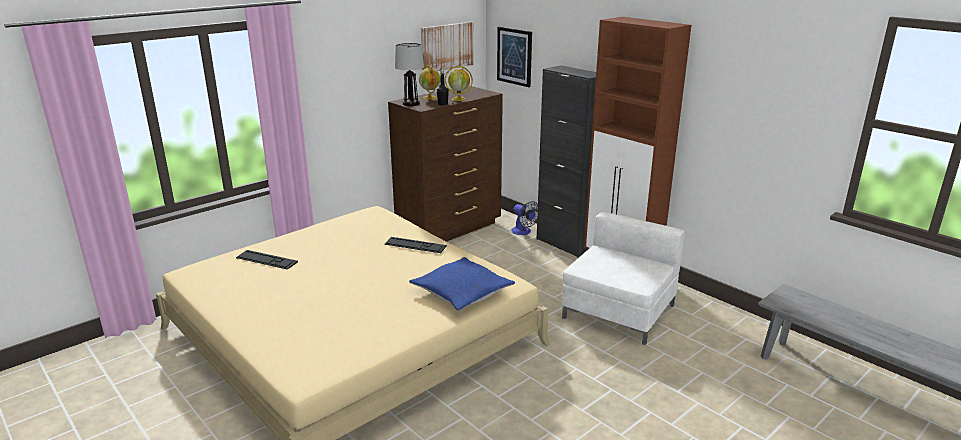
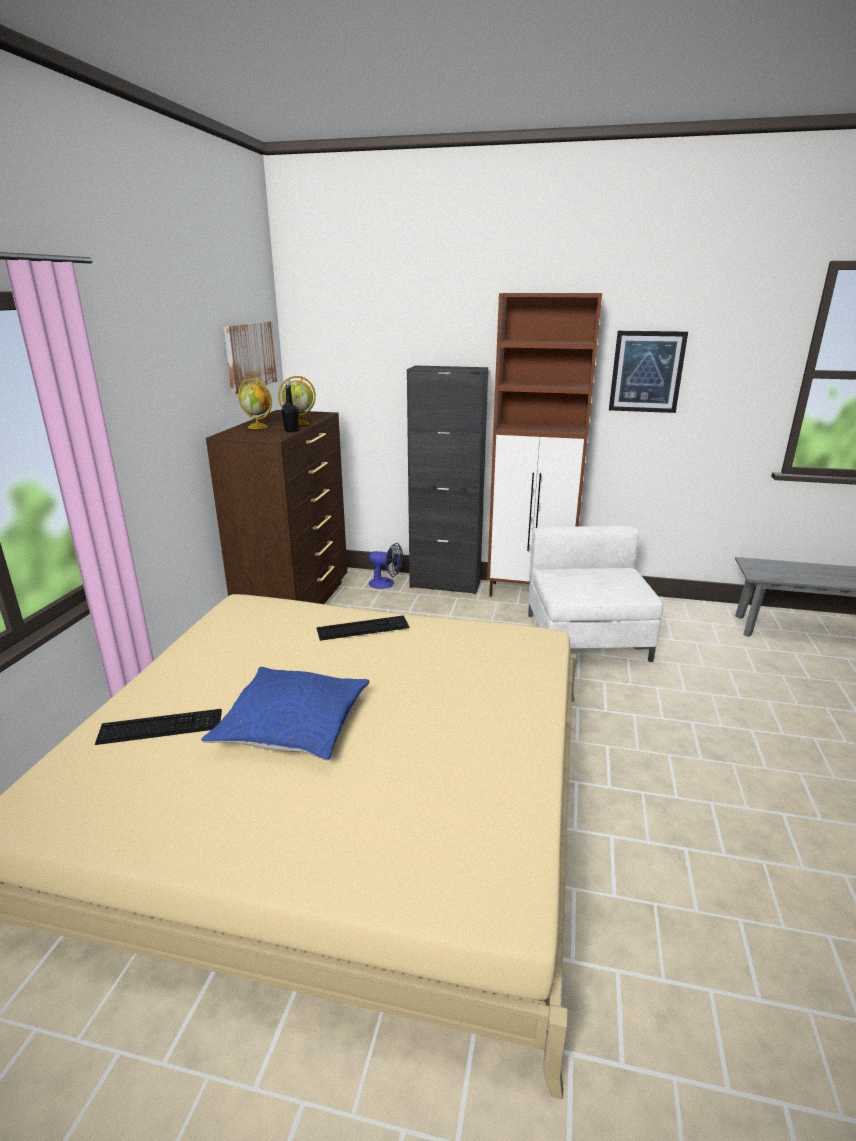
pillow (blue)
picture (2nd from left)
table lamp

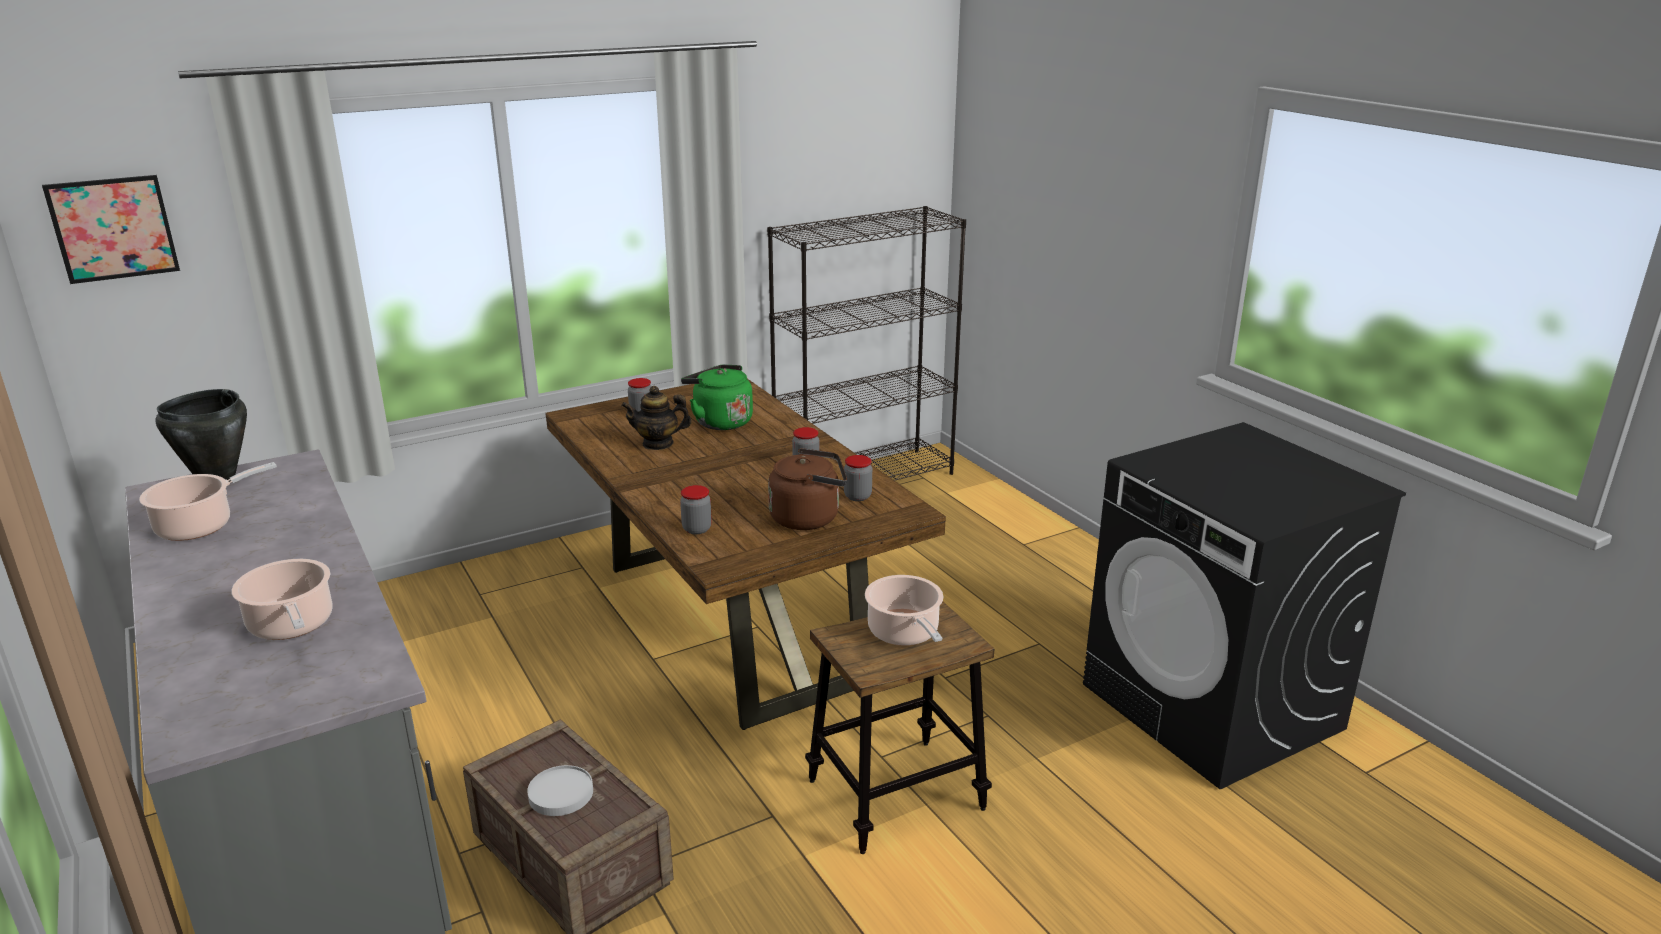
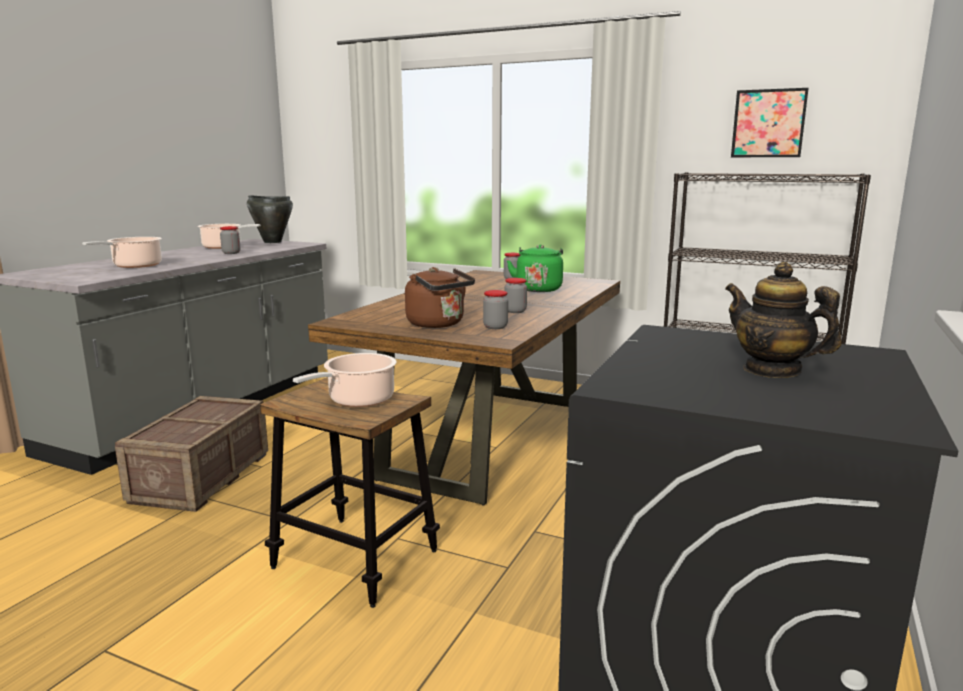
jar (1st from left)
teapot
picture
plate (white)

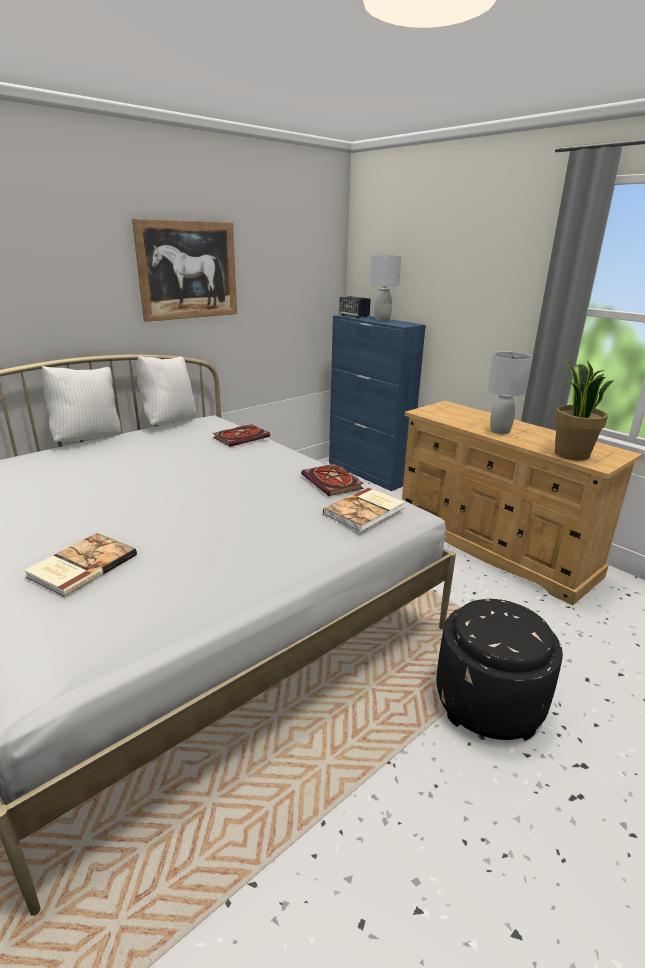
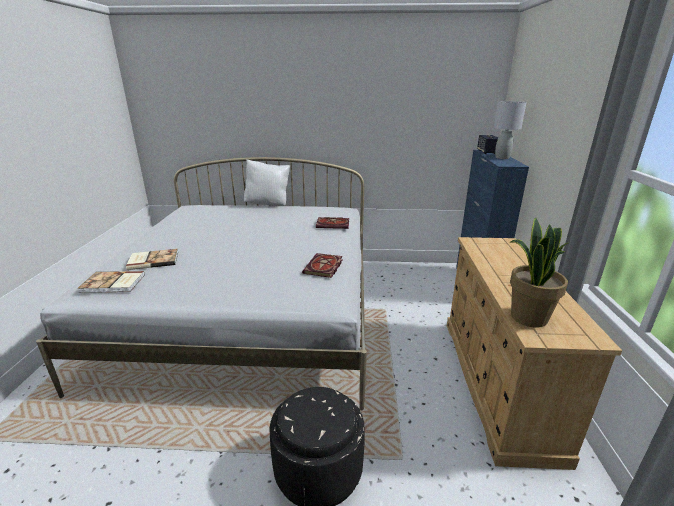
book (1st from left)
picture
pillow (white) (2nd from left in the first image)
table lamp (grey) (2nd from left in the first image)

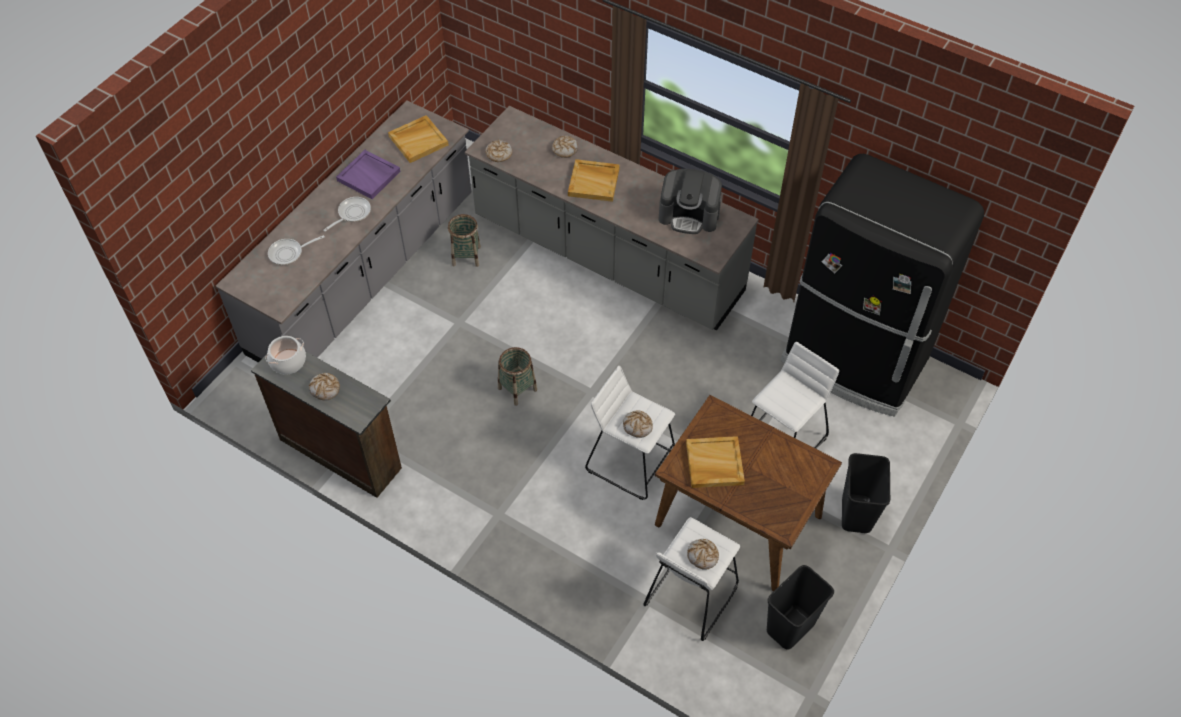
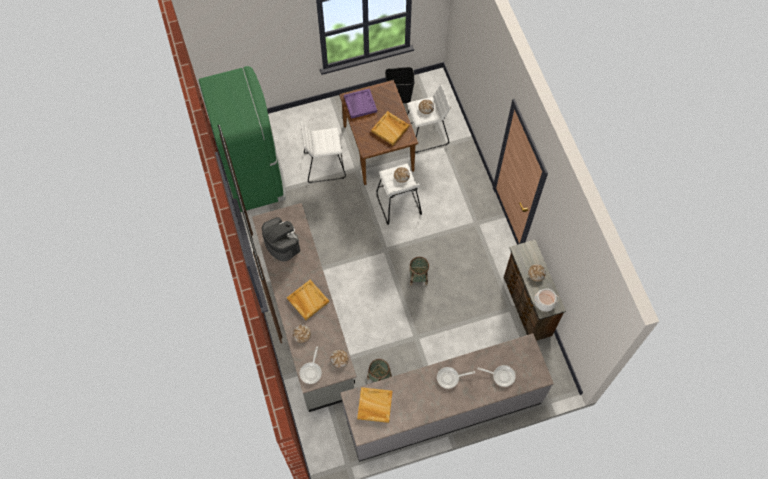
fridge (green)
frying pan (1st from left)
tray (purple)
trash can (black) (2nd from left in the first image)

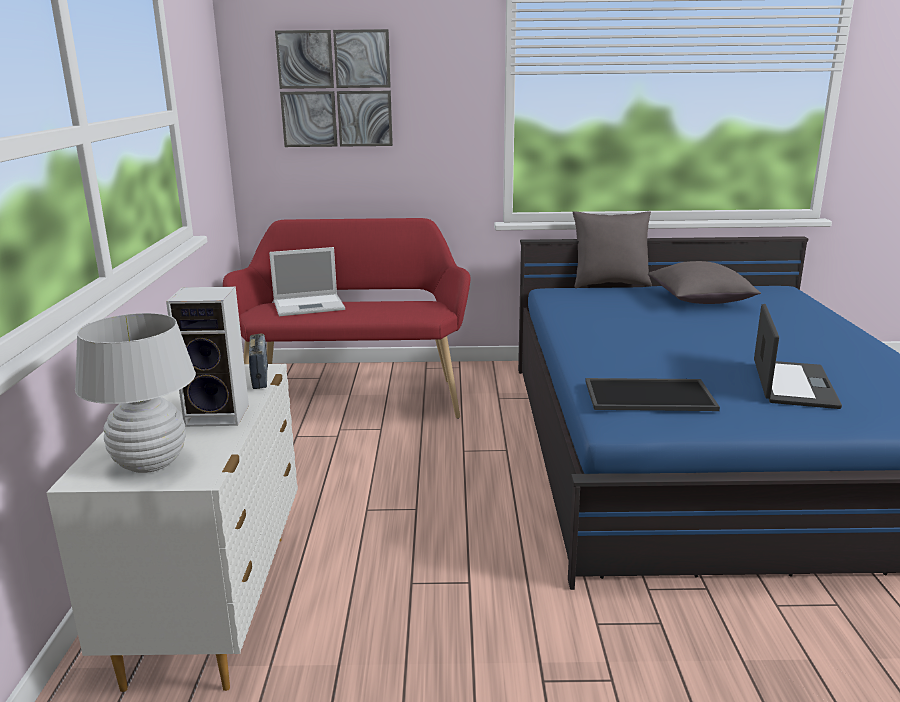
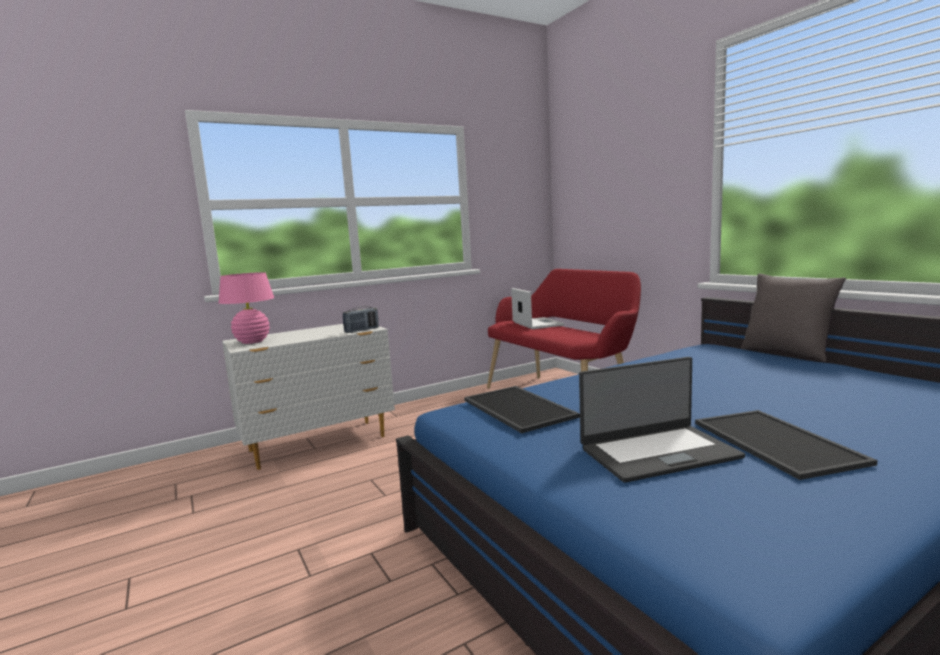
table lamp (pink)
laptop (1st from left)
tray (2nd from left)
speaker
picture
pillow (grey) (2nd from left in the first image)

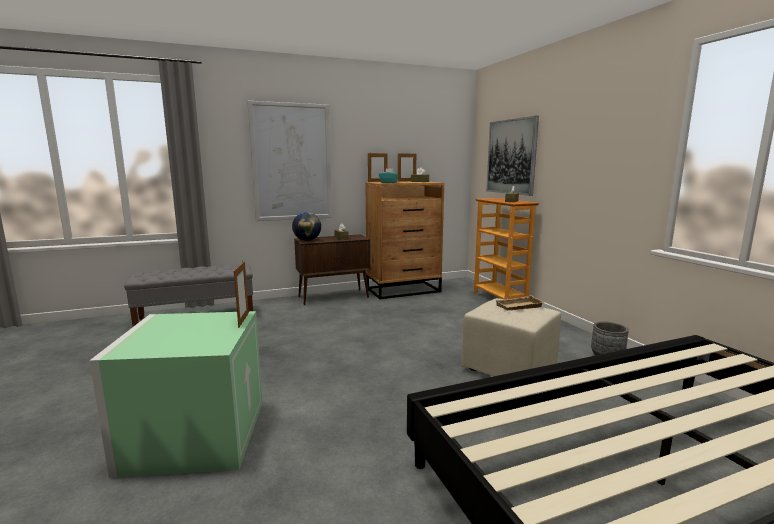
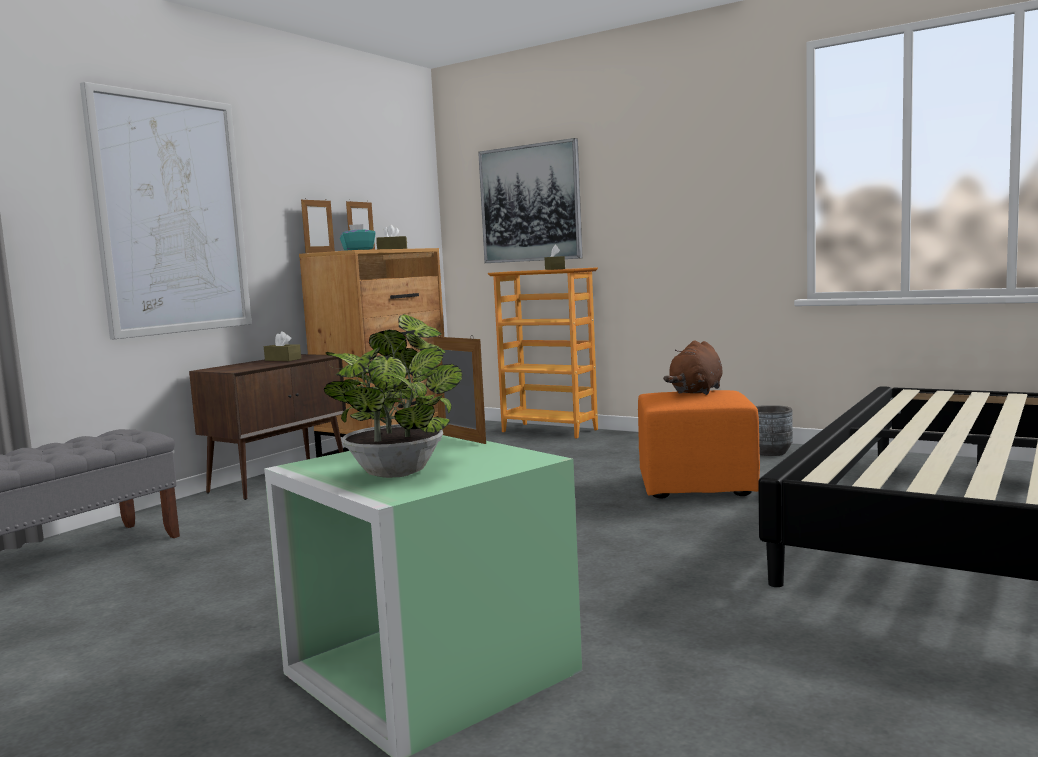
potted plant
ottoman (orange)
plush toy (brown)
globe

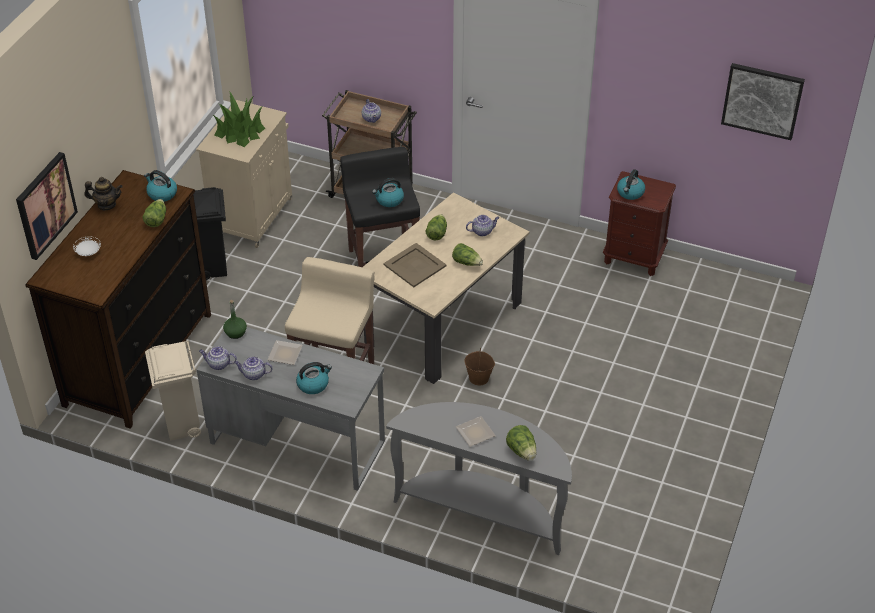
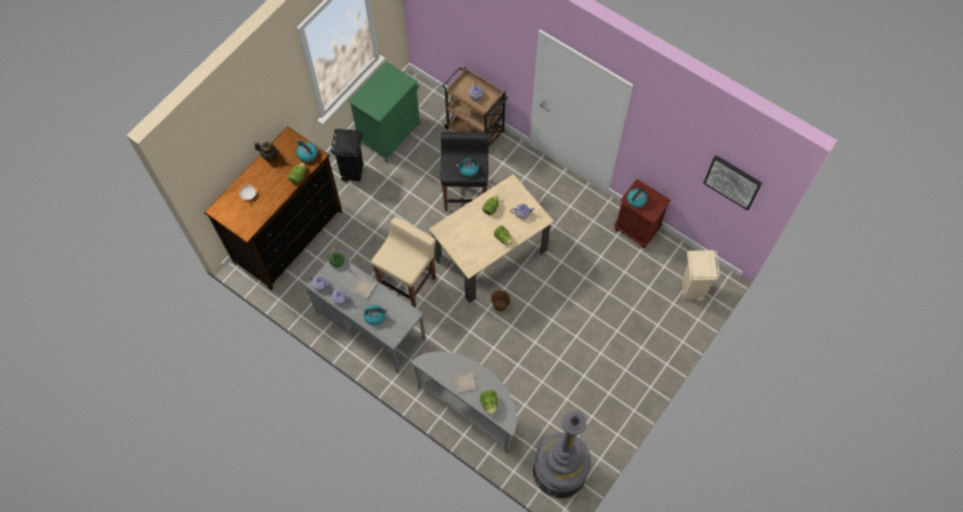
cabinet (green)
floor lamp (grey)
trash can (beige)
picture (1st from left in the first image)
potted plant
tray (beige)

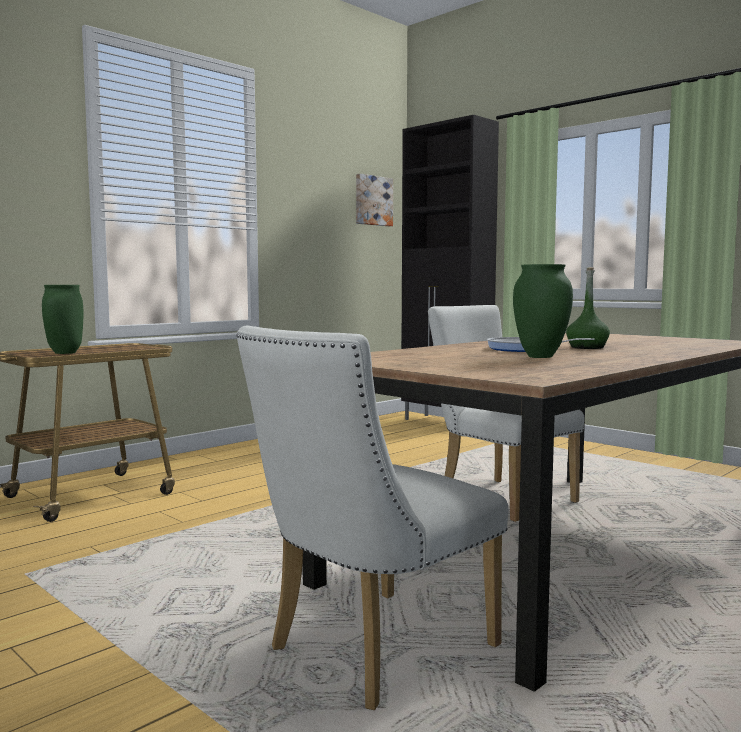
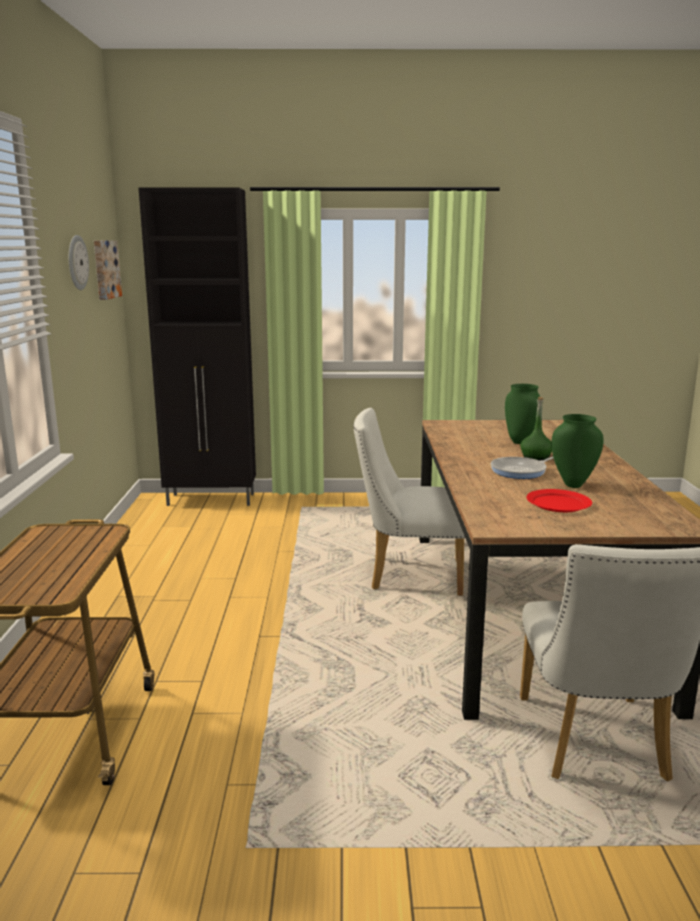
wall clock
vase (green) (1st from left)
plate (red)

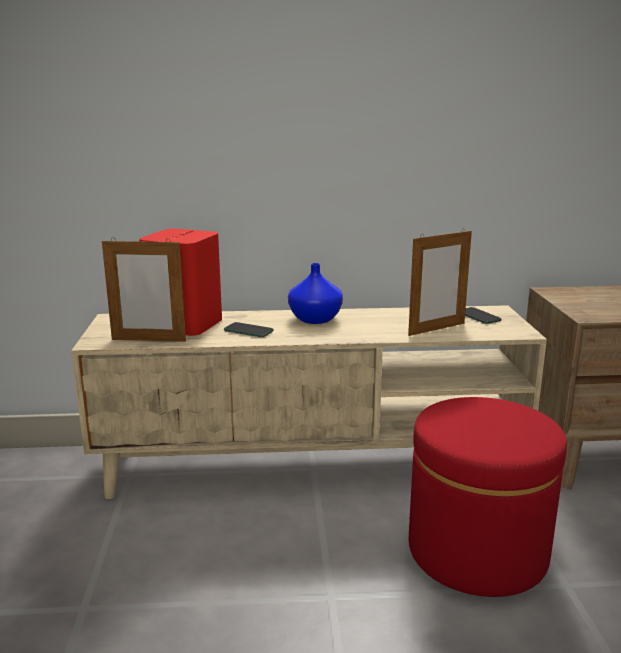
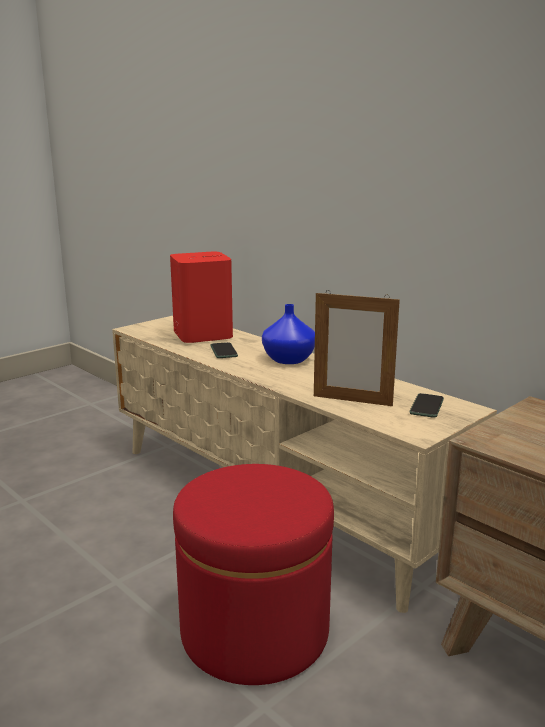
picture frame (1st from left in the first image)

